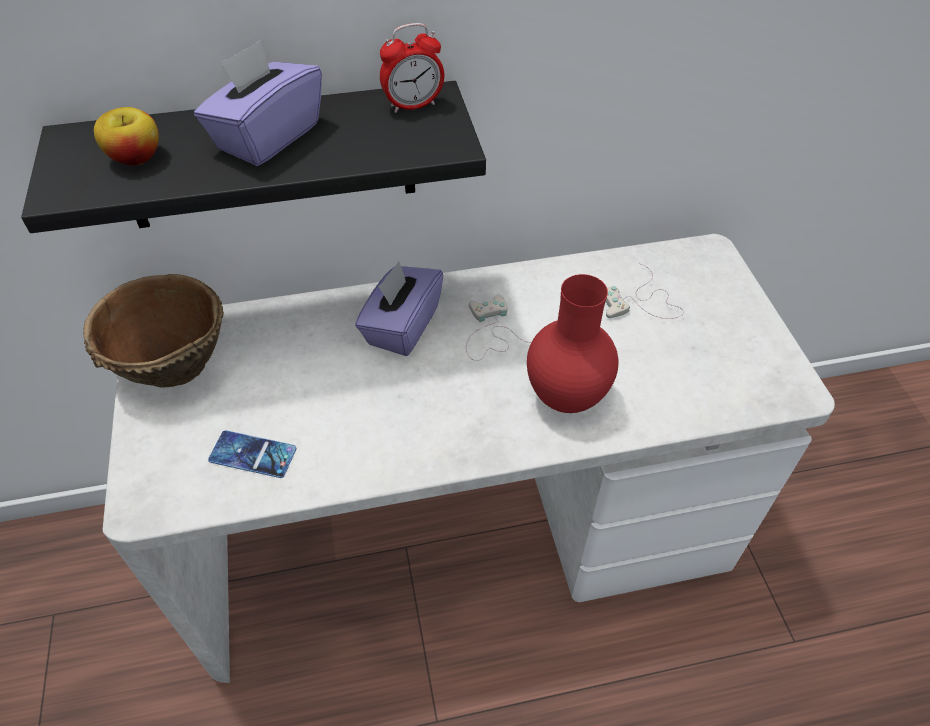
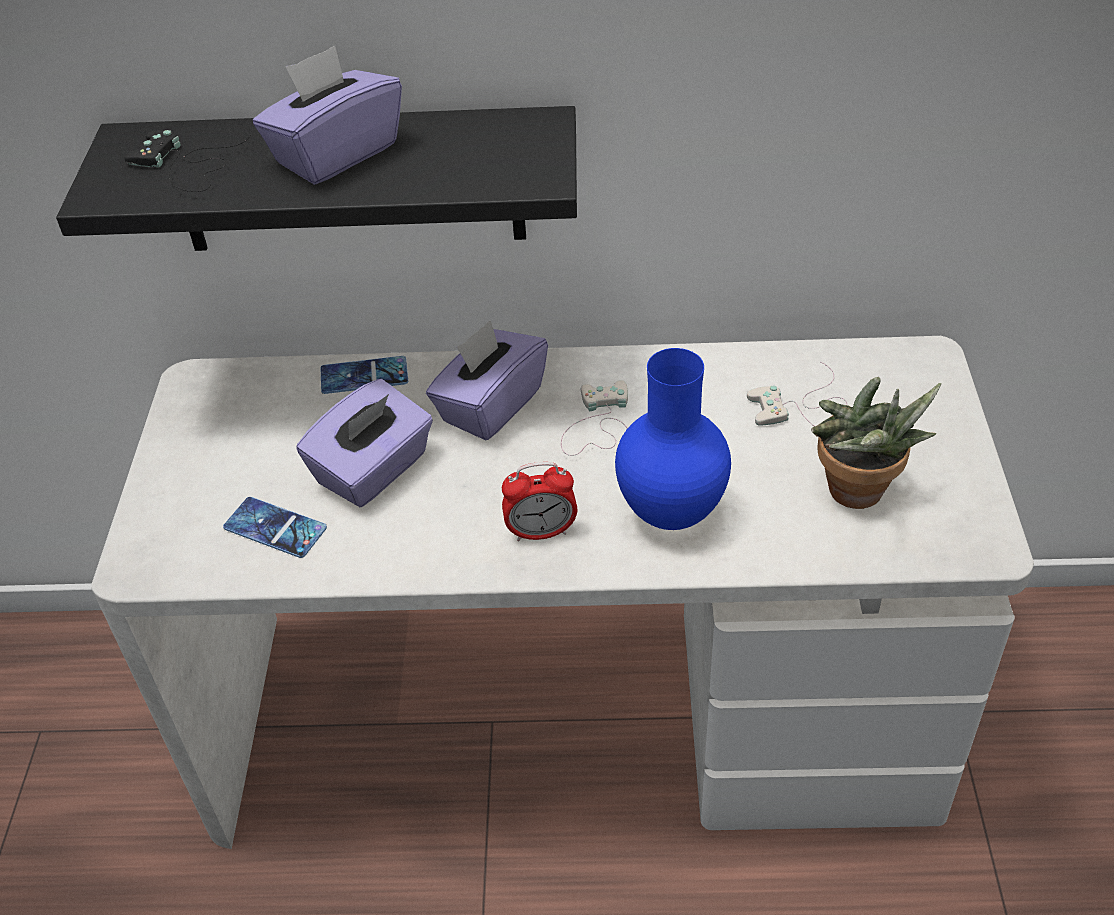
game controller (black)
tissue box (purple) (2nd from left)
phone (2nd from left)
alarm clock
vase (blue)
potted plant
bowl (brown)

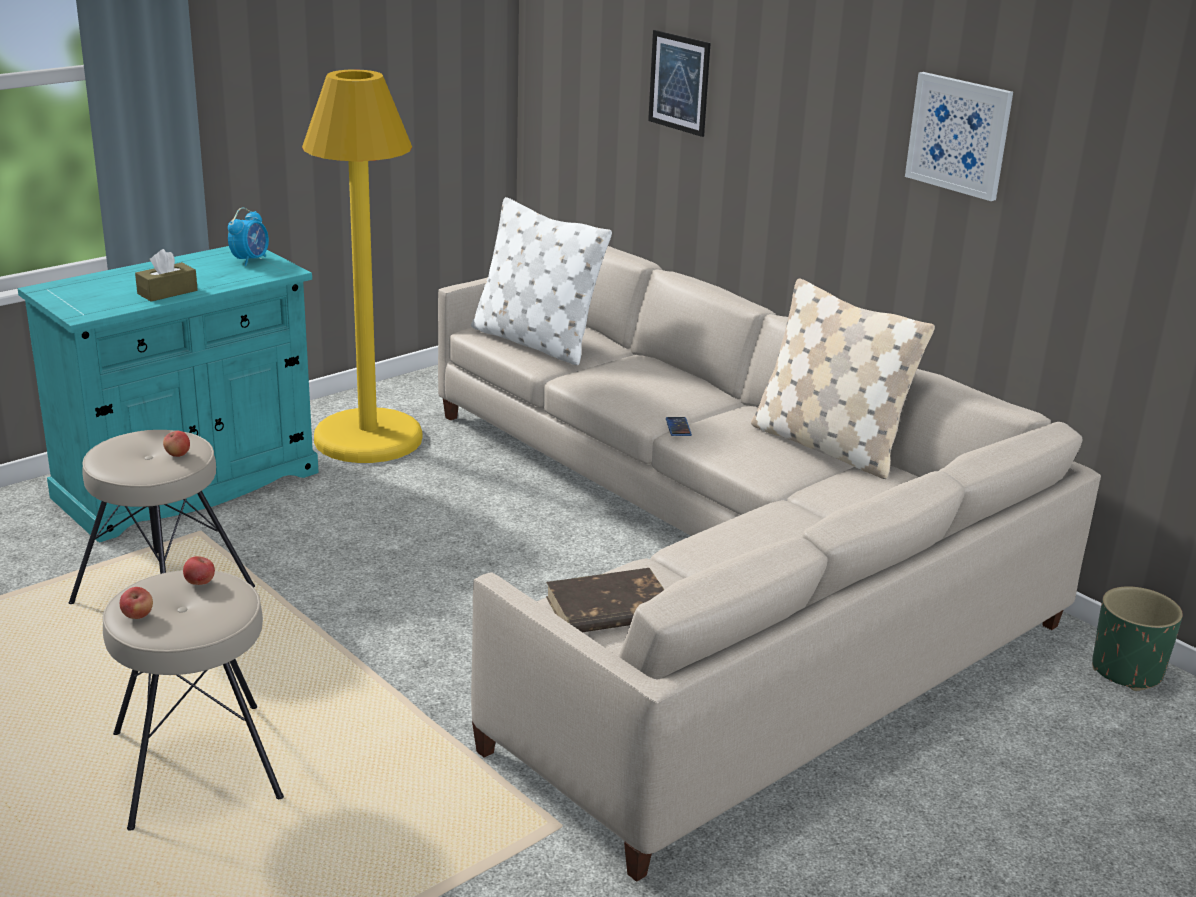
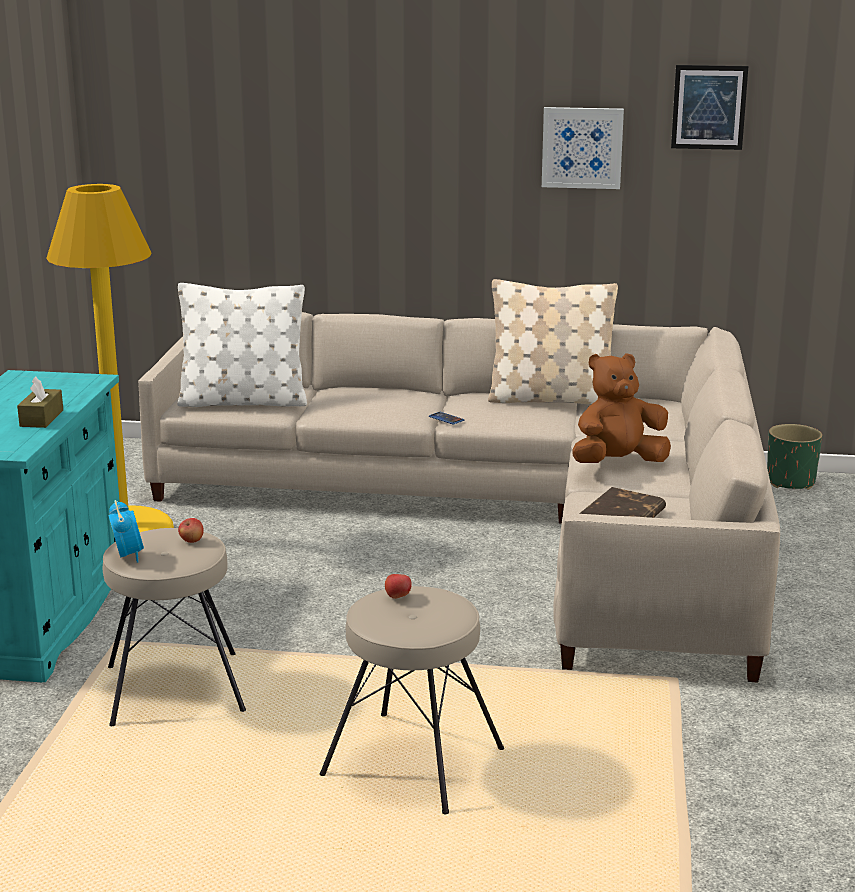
alarm clock
plush toy (brown)
picture (2nd from left)
apple (1st from left in the first image)

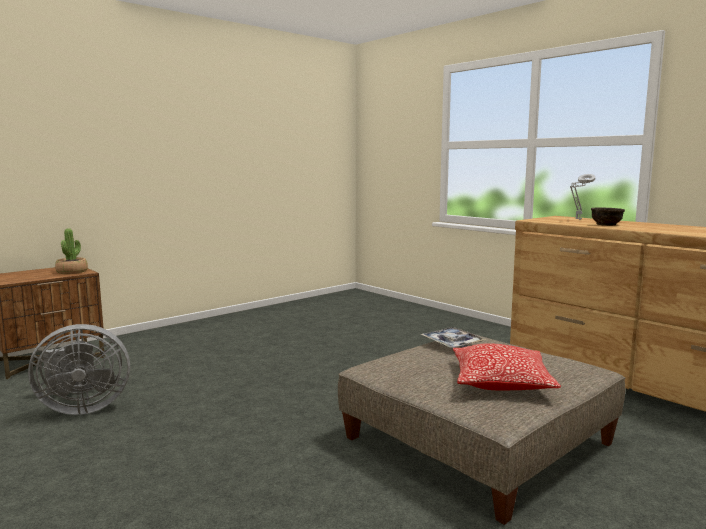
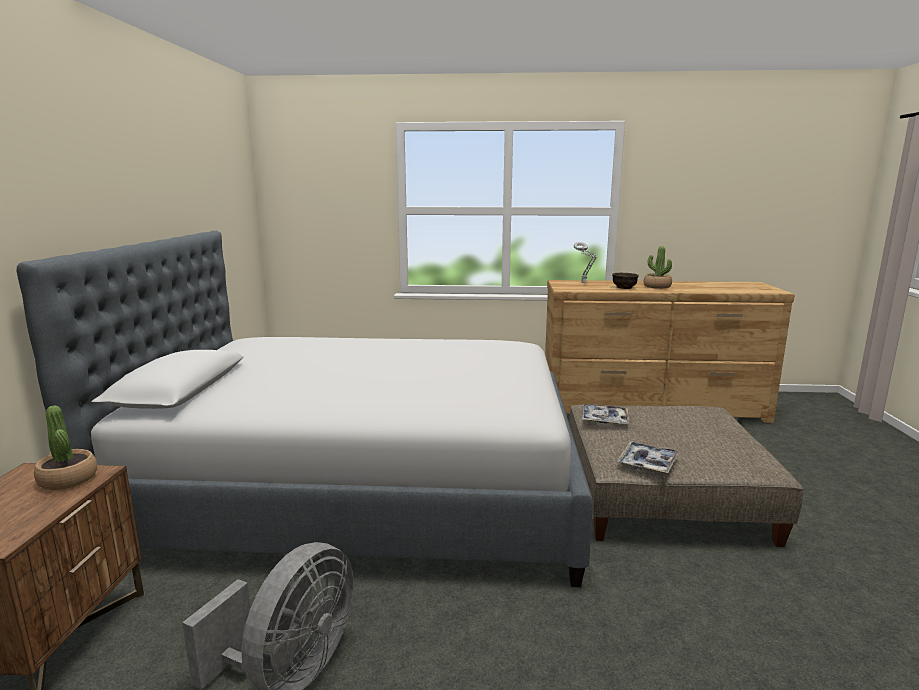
bed
tray (2nd from left)
potted plant (2nd from left)
pillow

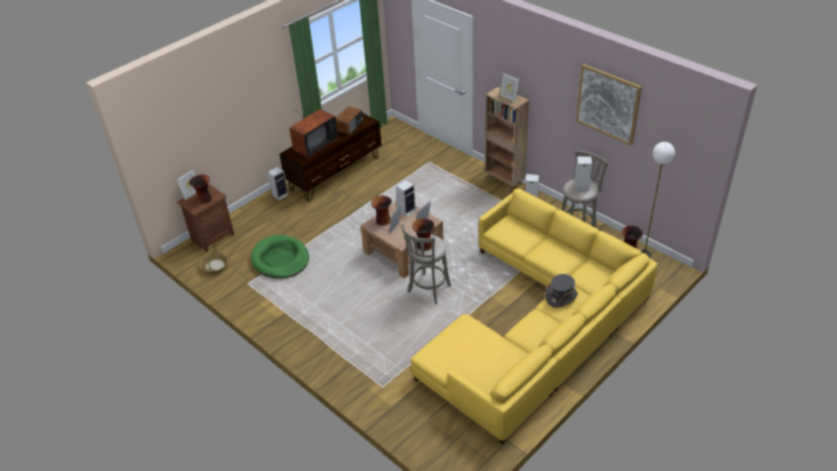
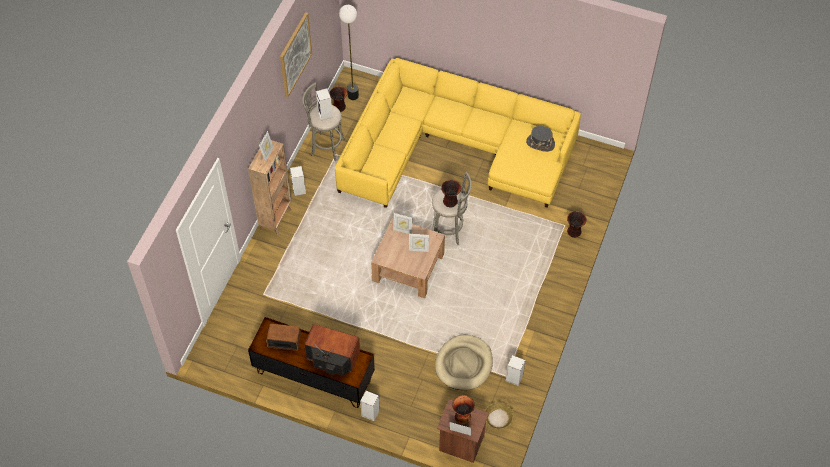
dog bed (beige)
speaker (4th from left)
hat (grey)
vase (4th from left)

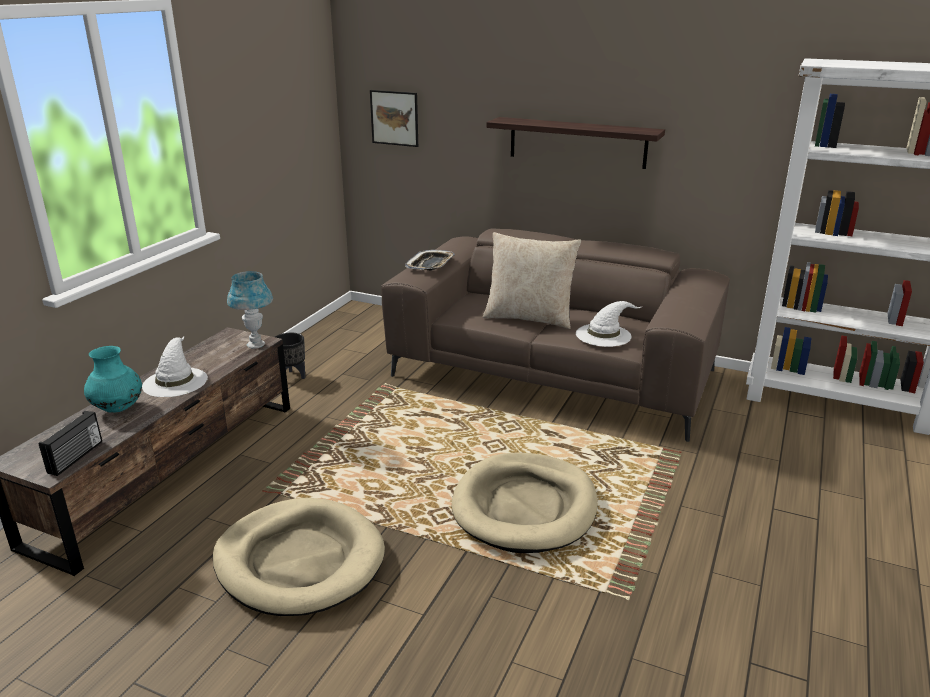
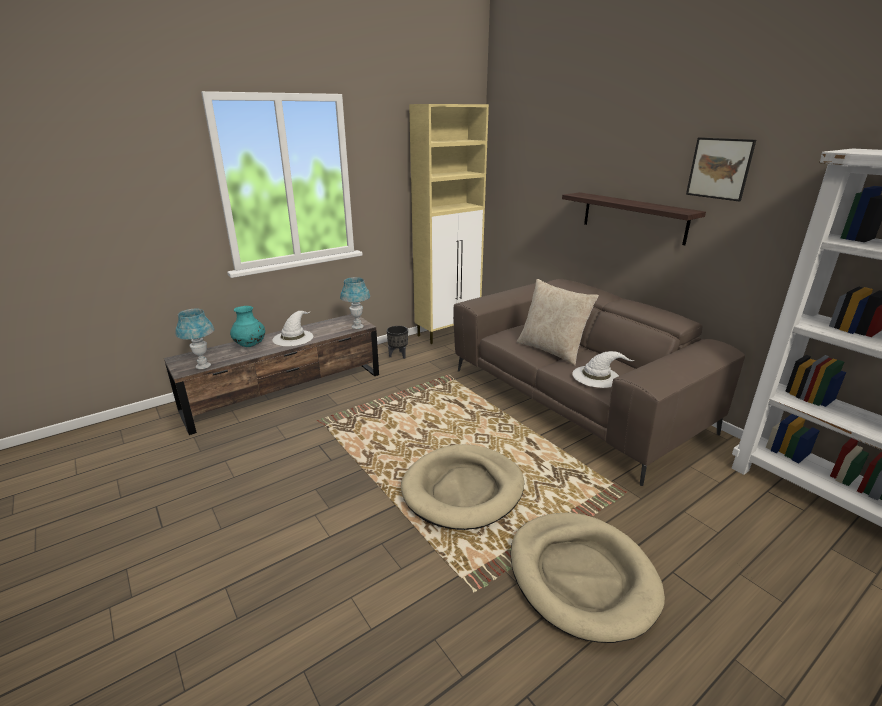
table lamp (blue) (1st from left)
cabinet (beige)
dog bed (beige) (2nd from left)
picture
tray

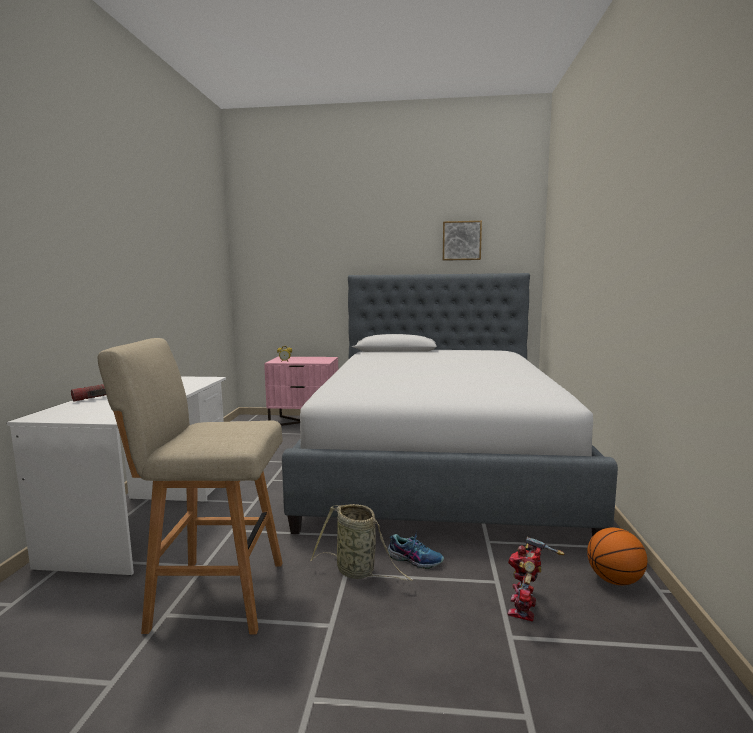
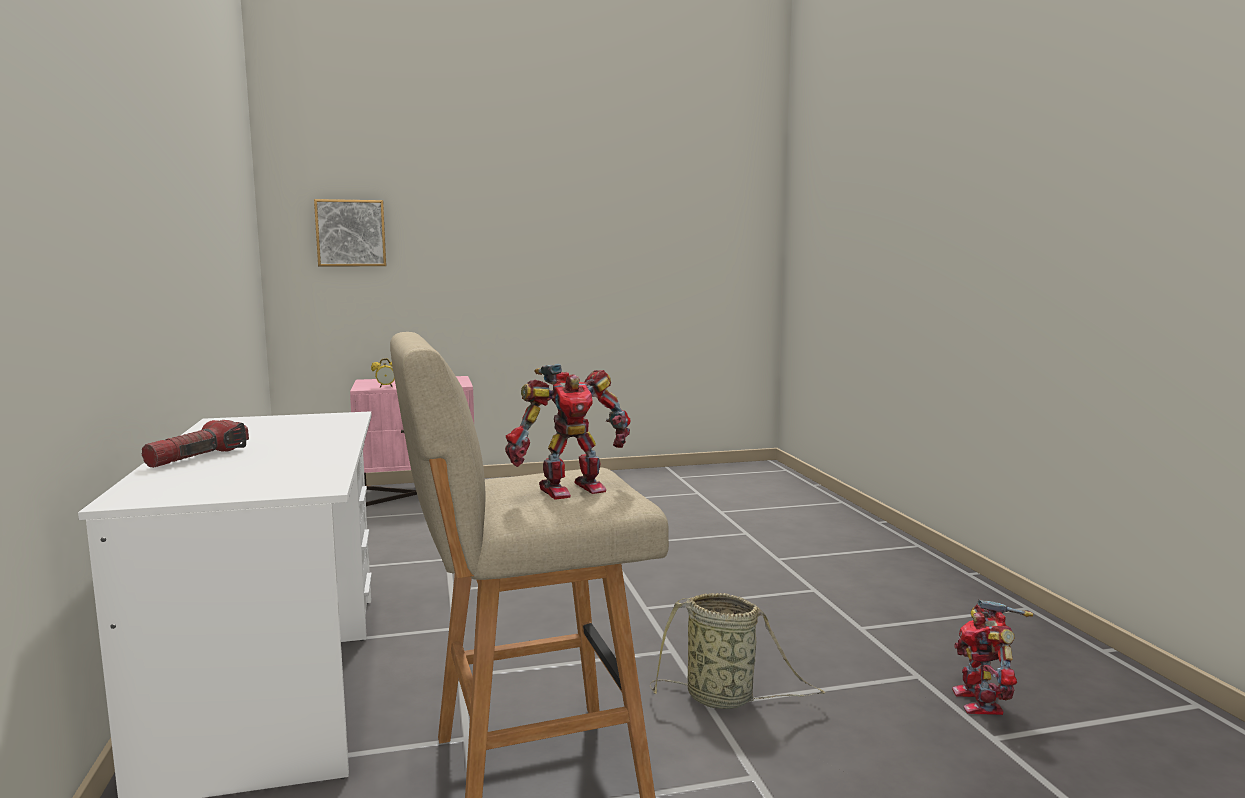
picture
toy robot (1st from left)
bed
shoe
basketball

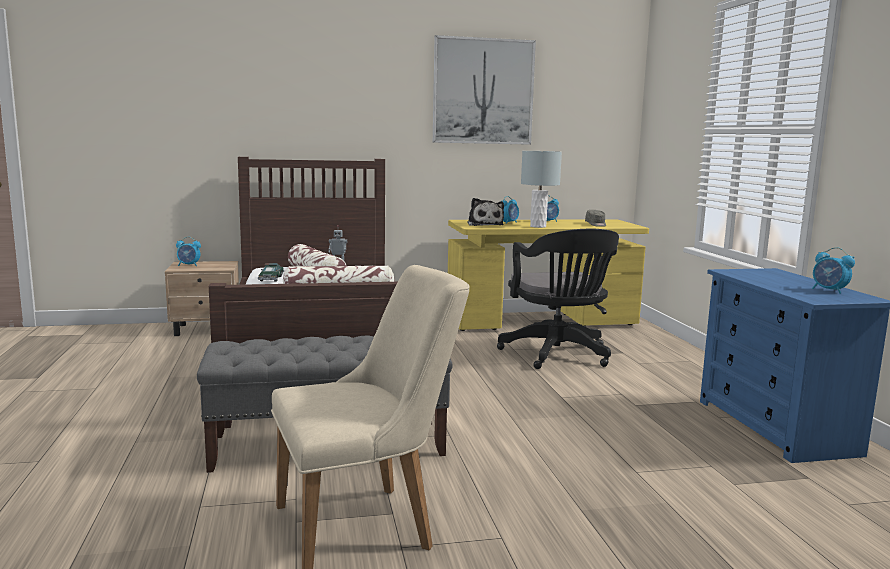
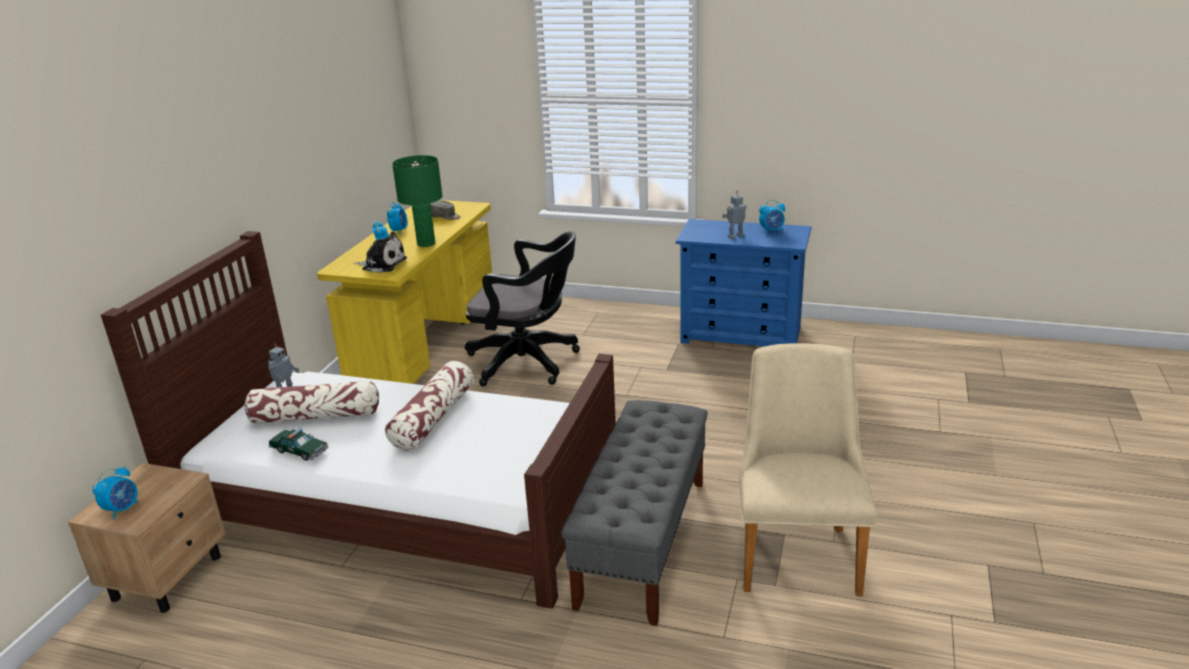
table lamp (green)
toy robot (2nd from left)
picture

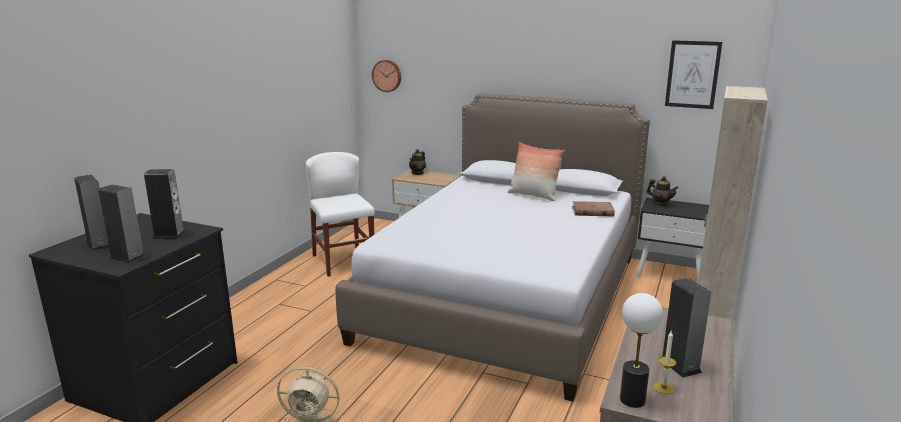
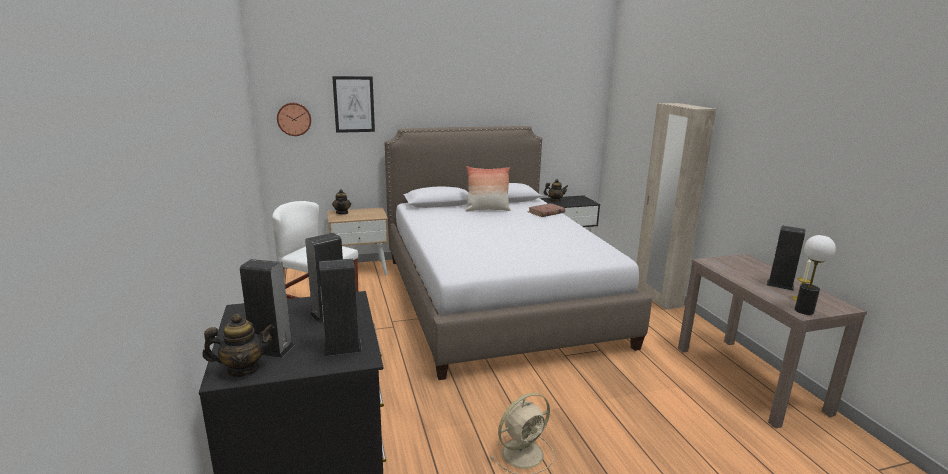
teapot (1st from left)
picture

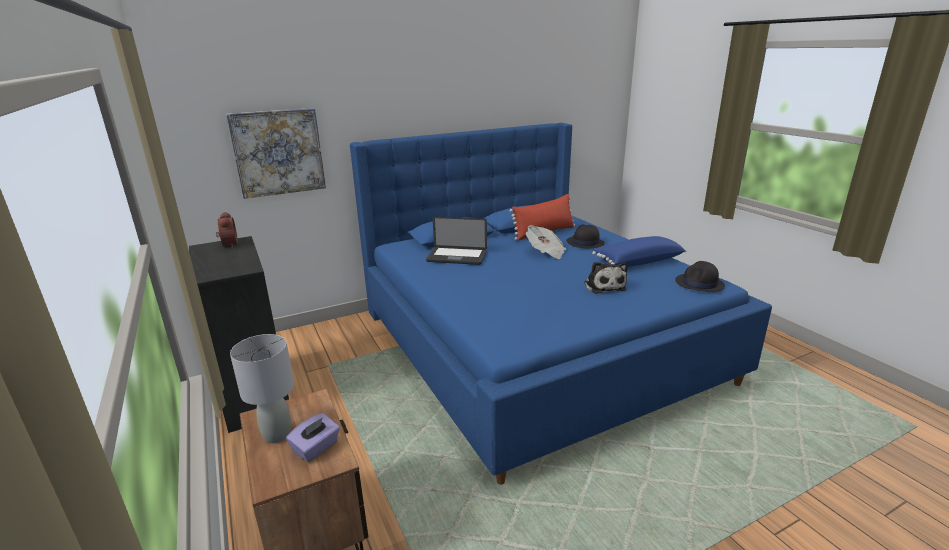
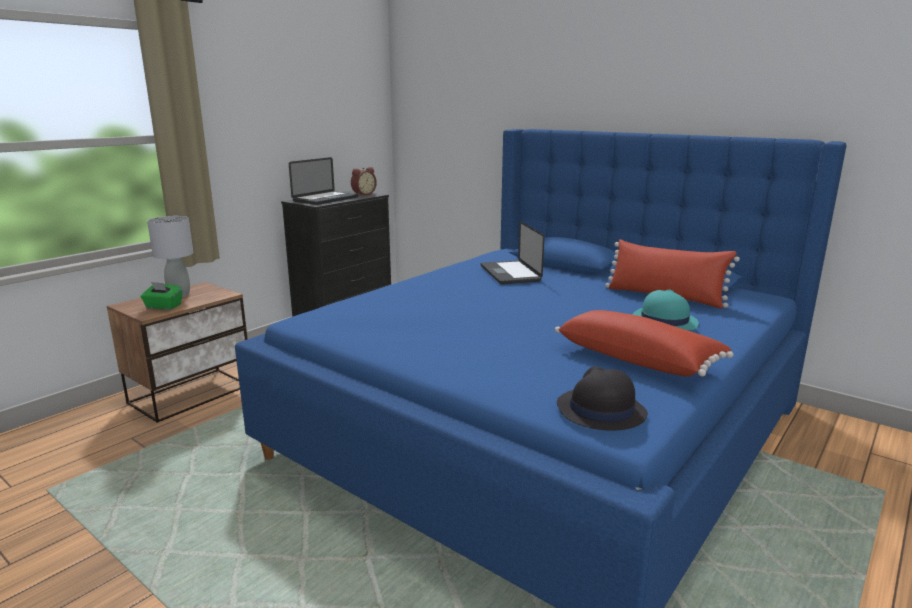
tissue box (green)
laptop (1st from left)
pillow (red) (1st from left)
hat (turquoise)
picture
newspaper
plush toy

